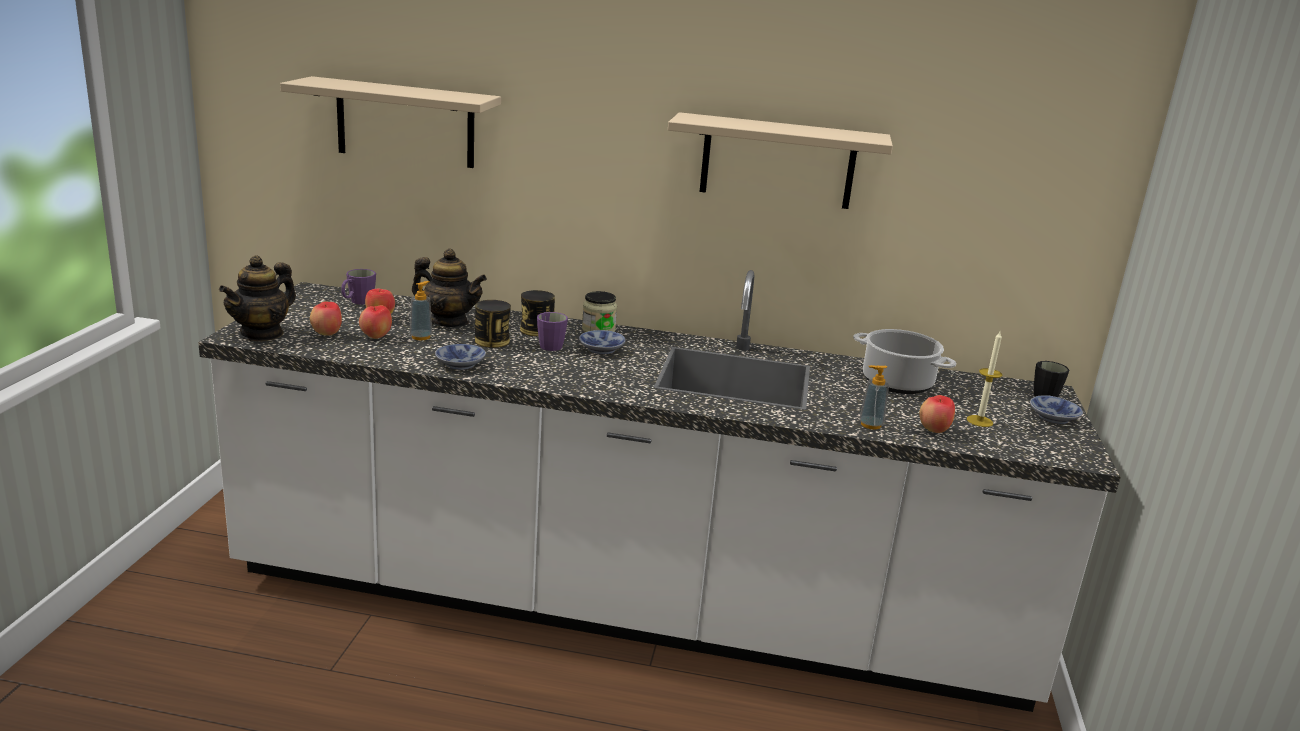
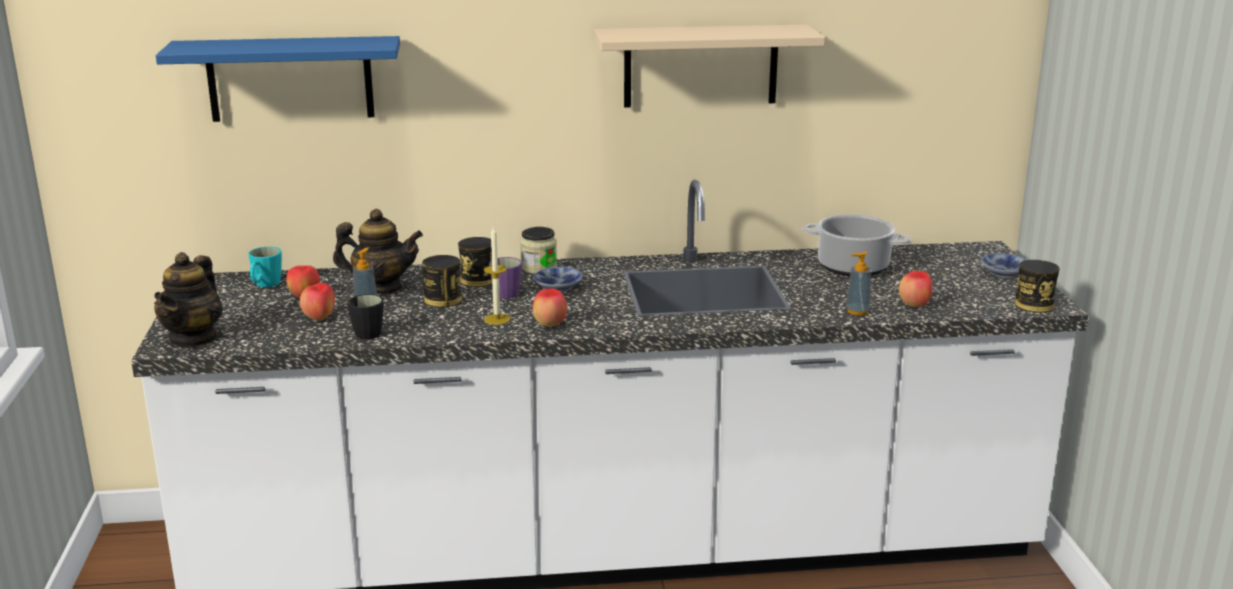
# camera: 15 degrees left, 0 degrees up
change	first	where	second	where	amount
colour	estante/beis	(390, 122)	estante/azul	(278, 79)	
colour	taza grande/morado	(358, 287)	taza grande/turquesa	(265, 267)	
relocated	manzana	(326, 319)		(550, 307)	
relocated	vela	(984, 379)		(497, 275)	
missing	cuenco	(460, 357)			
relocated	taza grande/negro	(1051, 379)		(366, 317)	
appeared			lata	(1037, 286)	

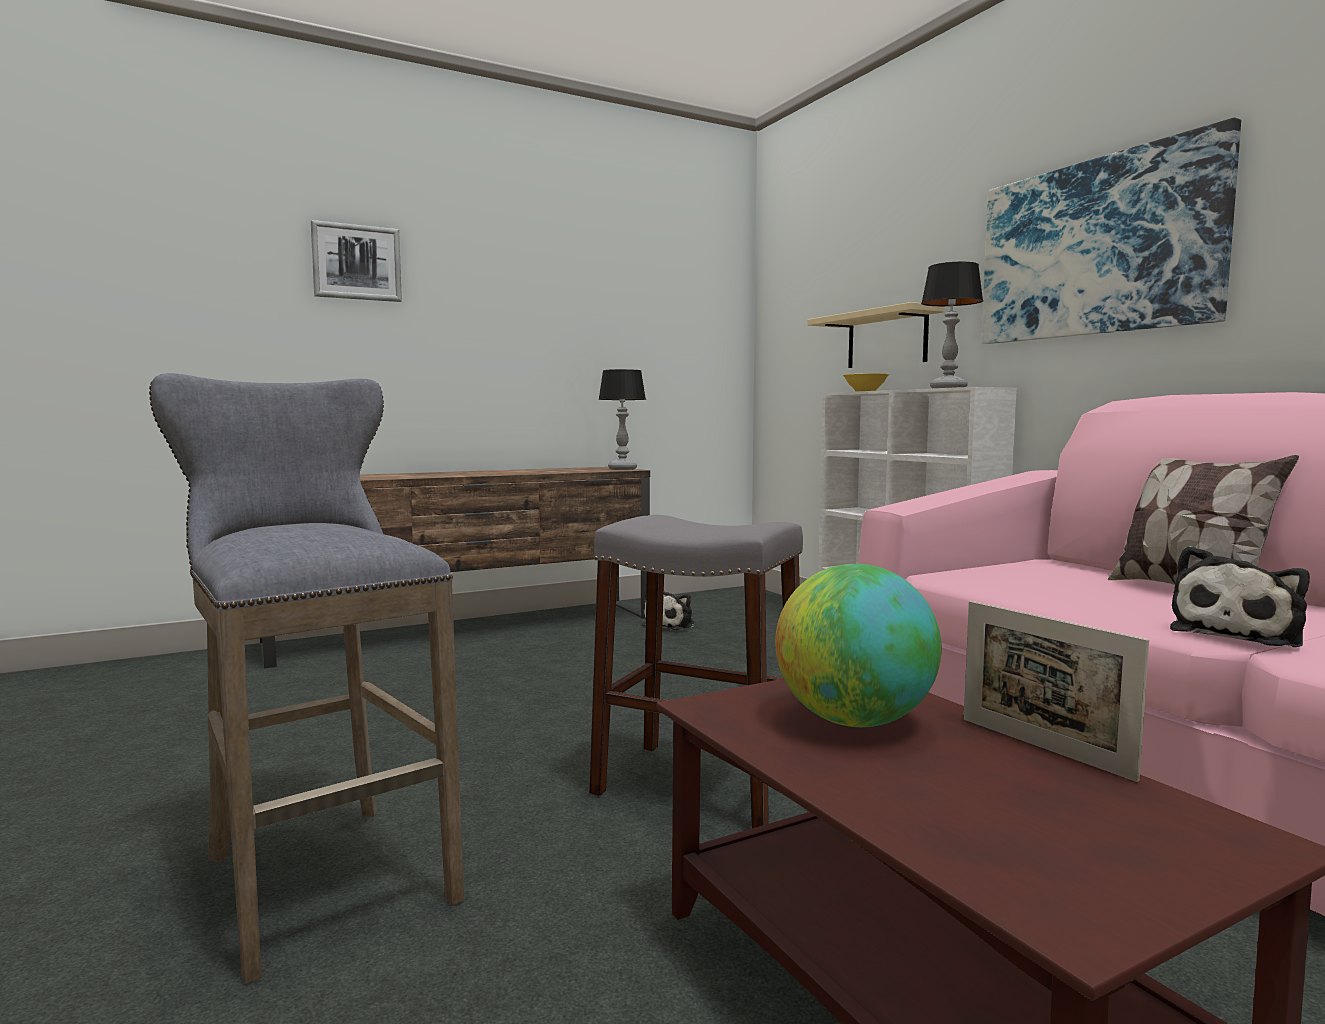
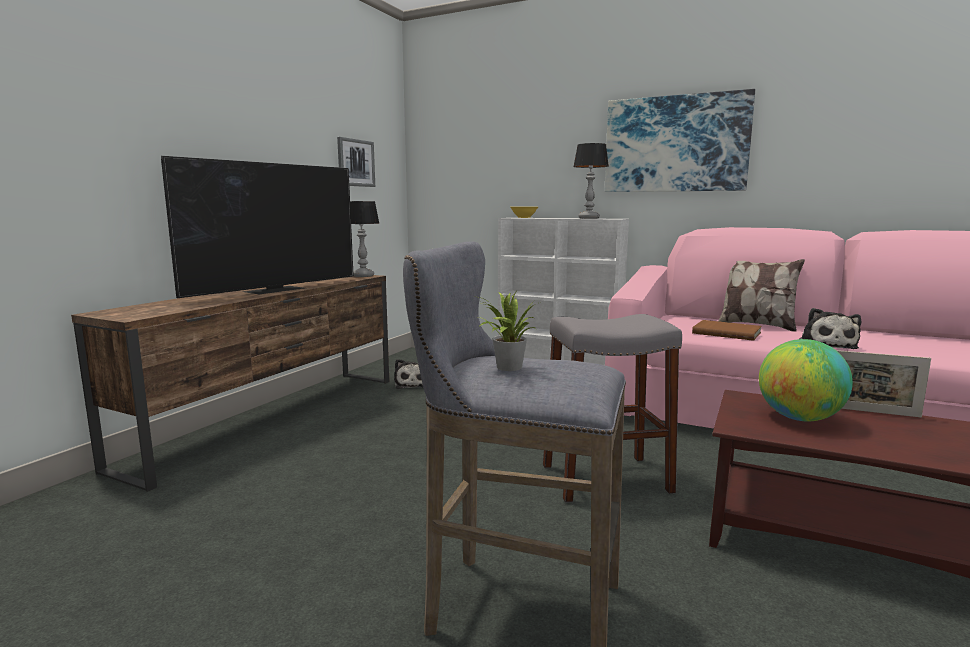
# camera: 35 degrees left, 5 degrees up
change	first	where	second	where	amount
relocated	cuadro	(356, 261)		(356, 162)	
missing	estante/beis	(876, 335)			
appeared			televisor	(257, 227)	
appeared			planta en maceta	(509, 331)	
appeared			libro/marrón	(727, 330)	

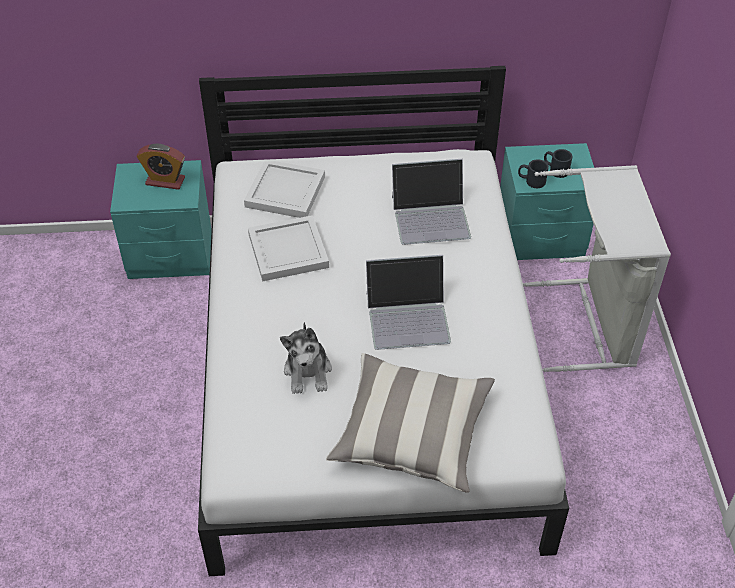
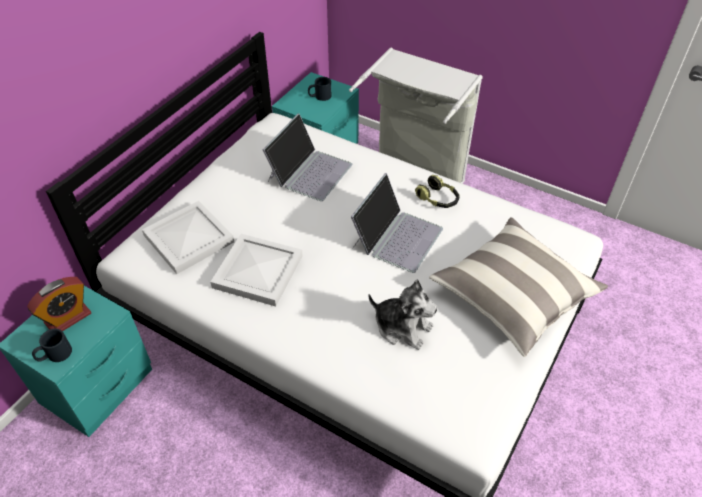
# camera: 55 degrees left, 0 degrees up
change	first	where	second	where	amount
relocated	taza grande/negro	(533, 173)		(52, 345)	
appeared			auriculares	(437, 191)	

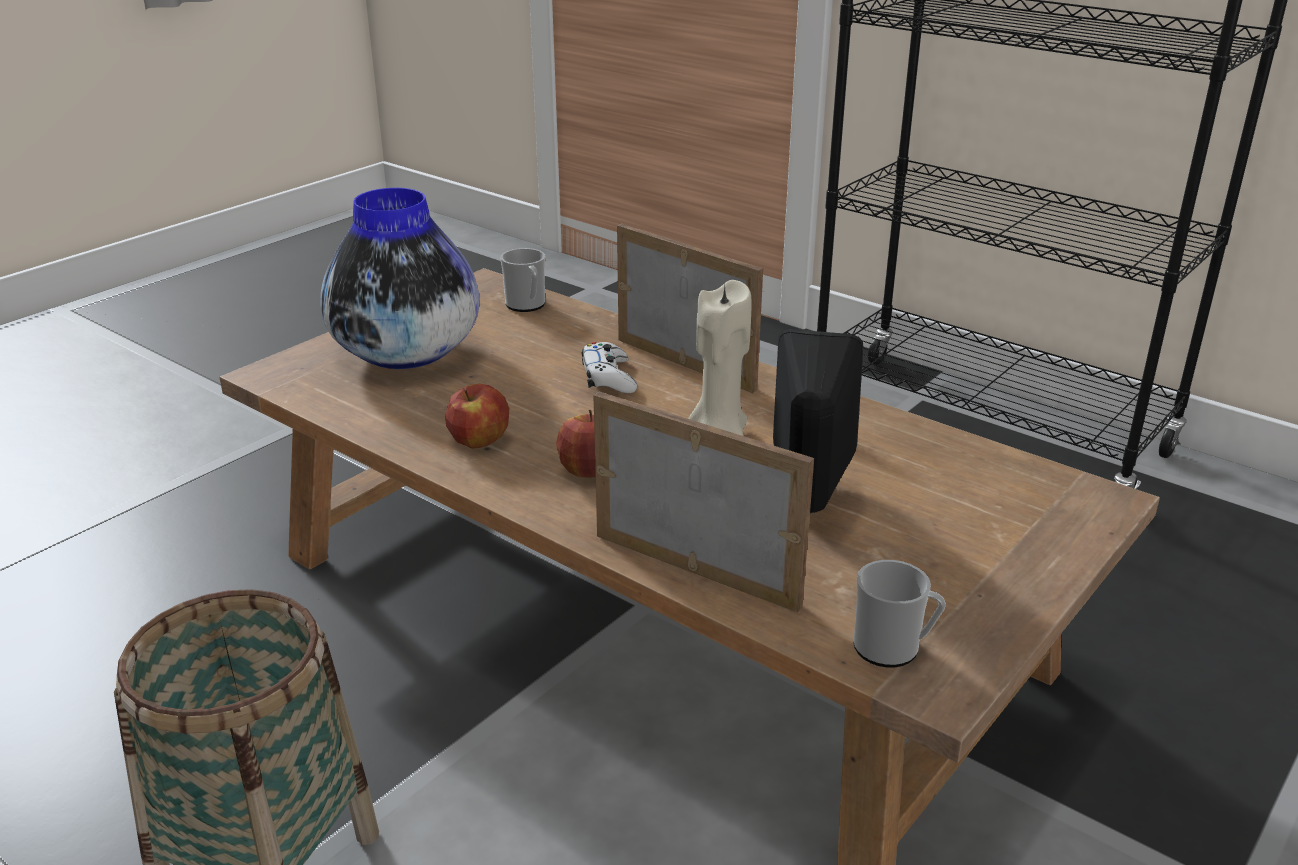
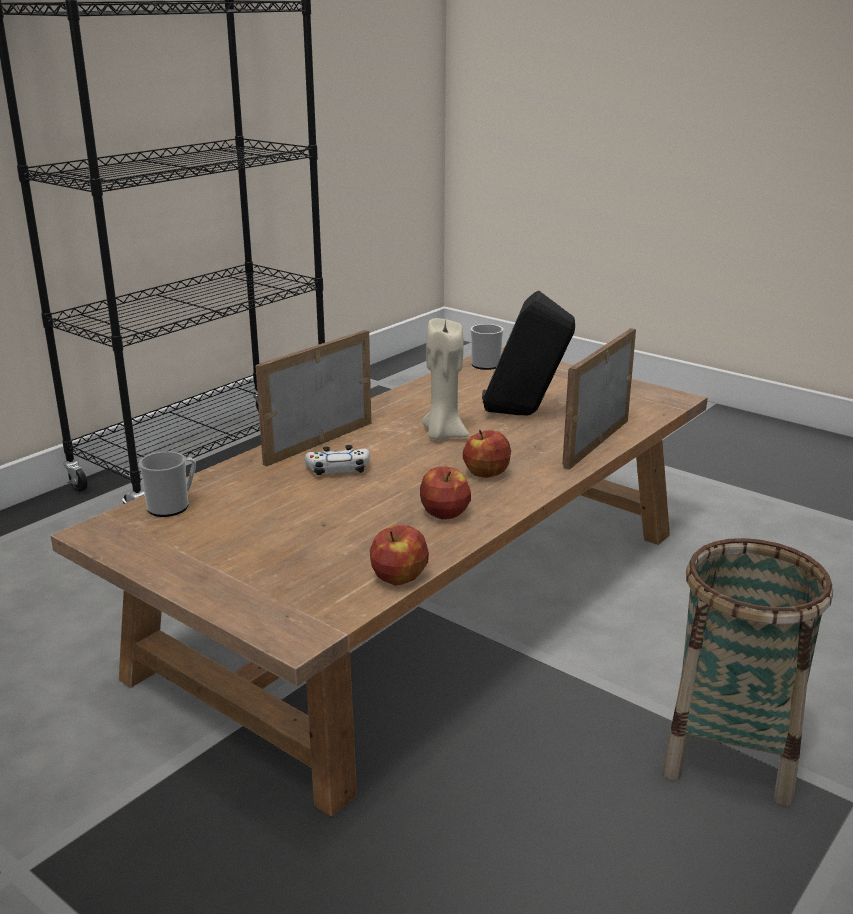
# camera: 90 degrees left, 5 degrees down
change	first	where	second	where	amount
missing	florero	(400, 278)			
relocated	taza grande	(899, 614)		(487, 347)	
appeared			manzana	(399, 555)	

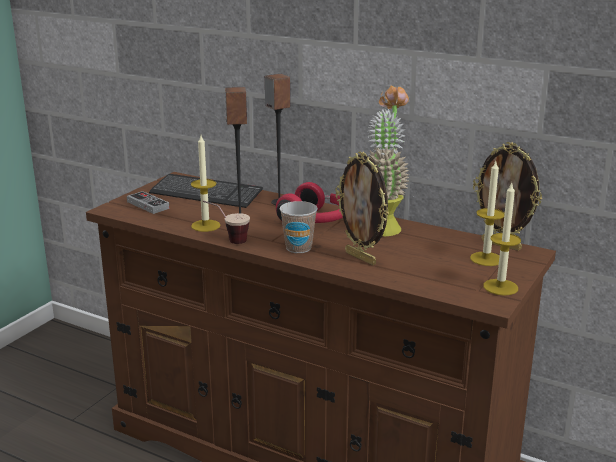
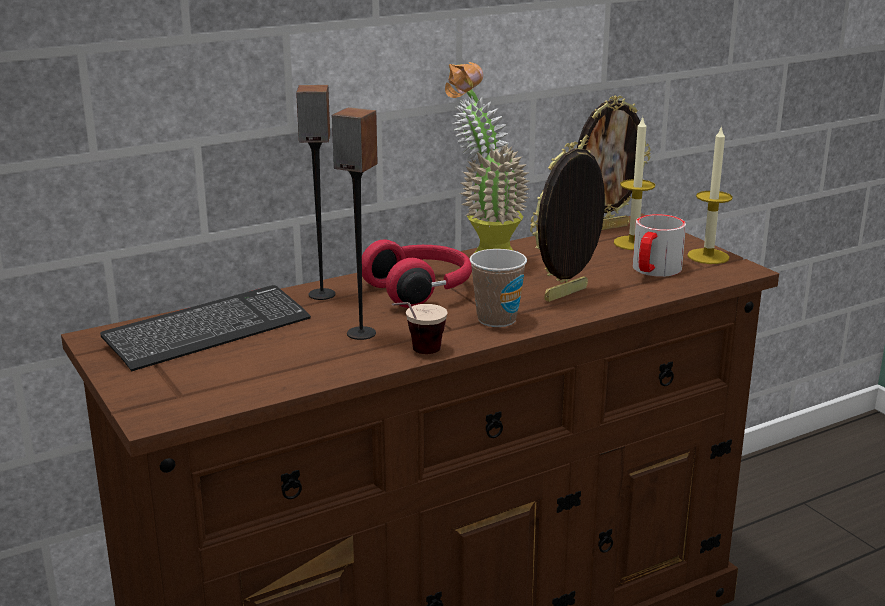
# camera: 60 degrees left, 0 degrees up
change	first	where	second	where	amount
missing	vela	(206, 183)			
spun	portarretratos	(362, 208)		(568, 222)	150 degrees clockwise
missing	mando de consola	(148, 202)			
appeared			taza grande	(659, 245)	

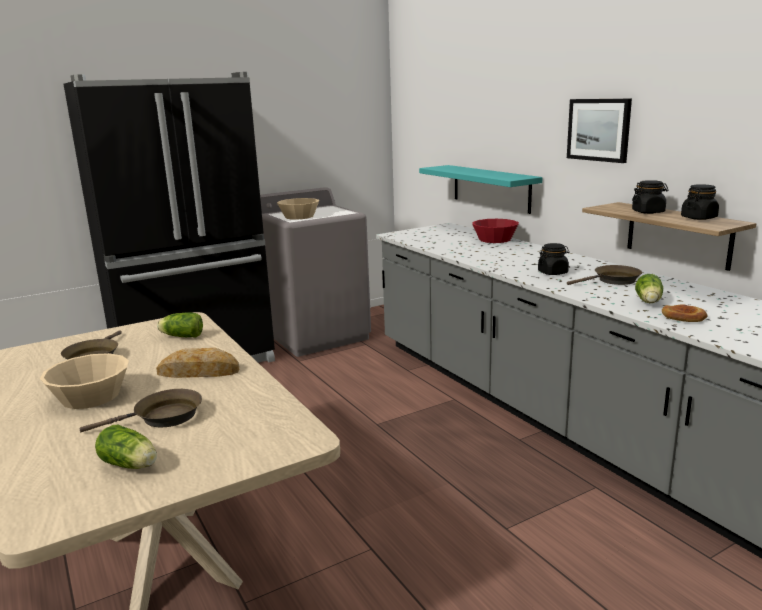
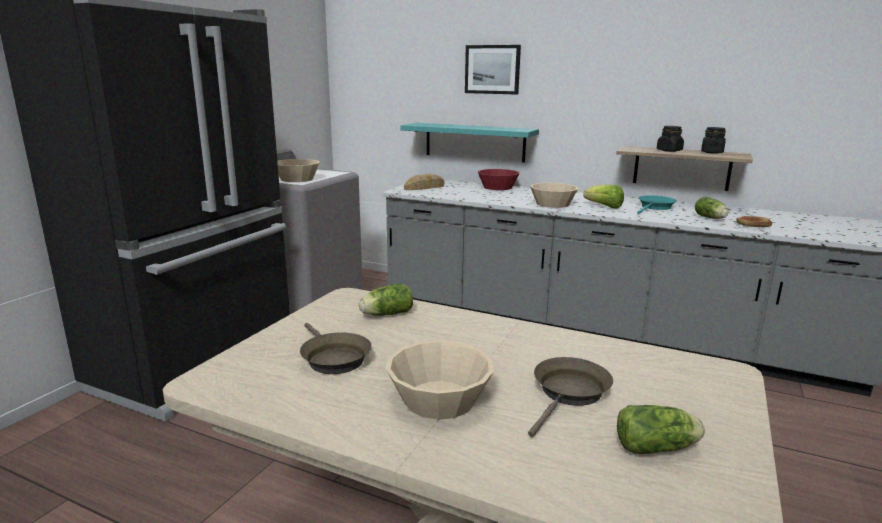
# camera: 35 degrees left, 0 degrees up
change	first	where	second	where	amount
relocated	cuadro	(599, 131)		(493, 70)	
exchanged	tarro/negro	(553, 259)	lechuga	(603, 197)	
colour	sartén/marrón	(604, 275)	sartén/turquesa	(657, 204)	
relocated	pan	(198, 363)		(424, 182)	
appeared			cuenco/beis	(554, 195)	

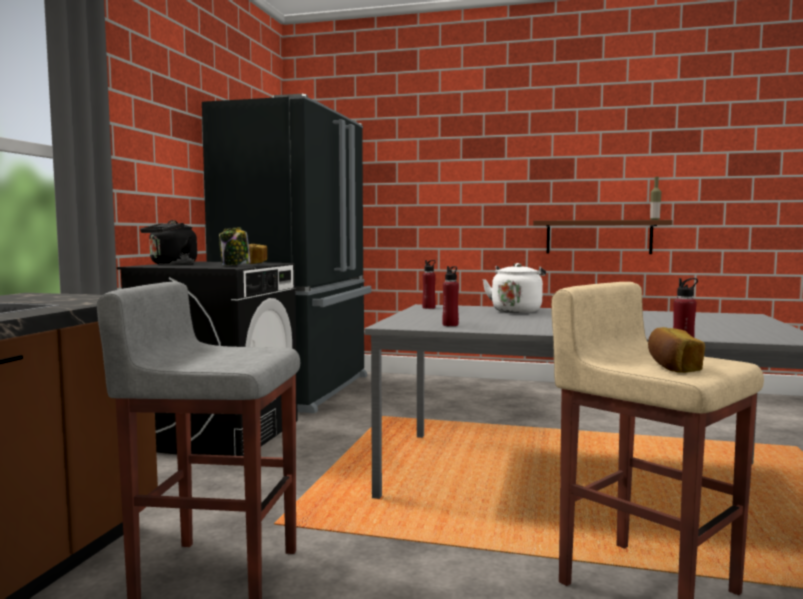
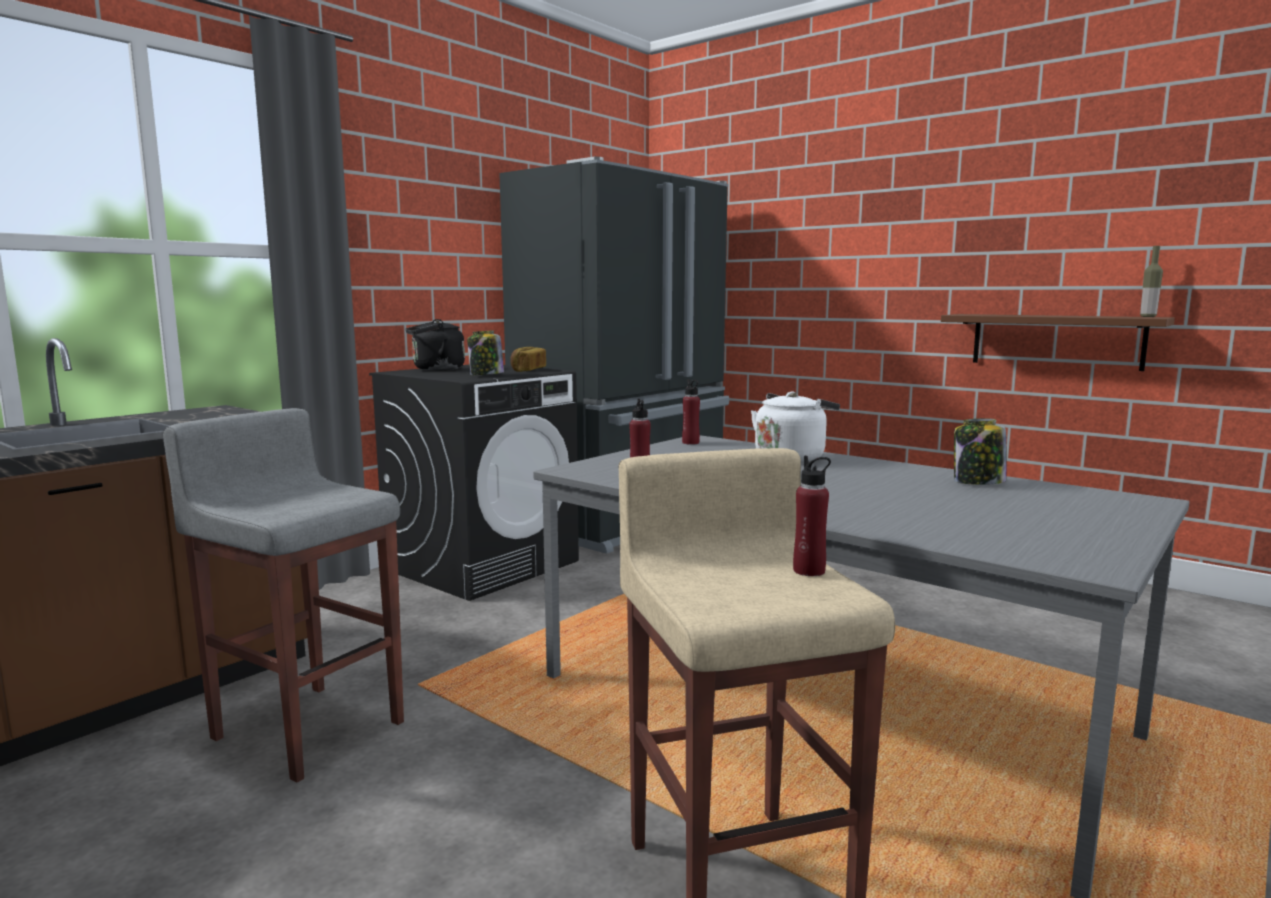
# camera: 25 degrees right, 5 degrees up
change	first	where	second	where	amount
missing	pan	(676, 350)			
appeared			tarro	(980, 451)	

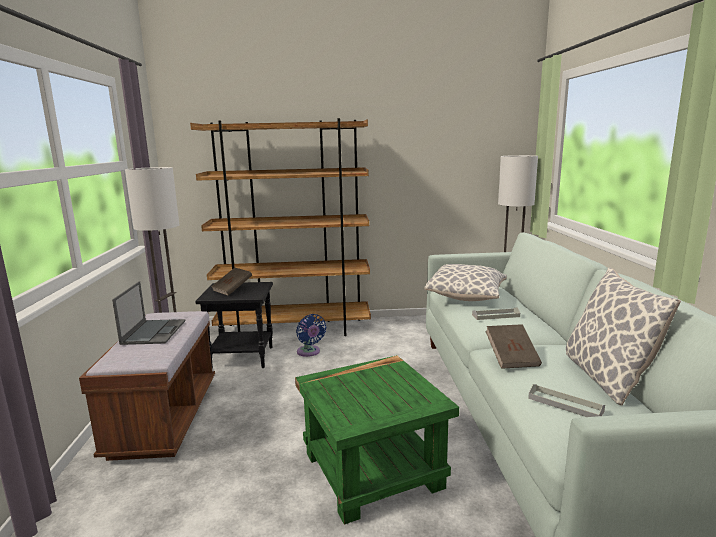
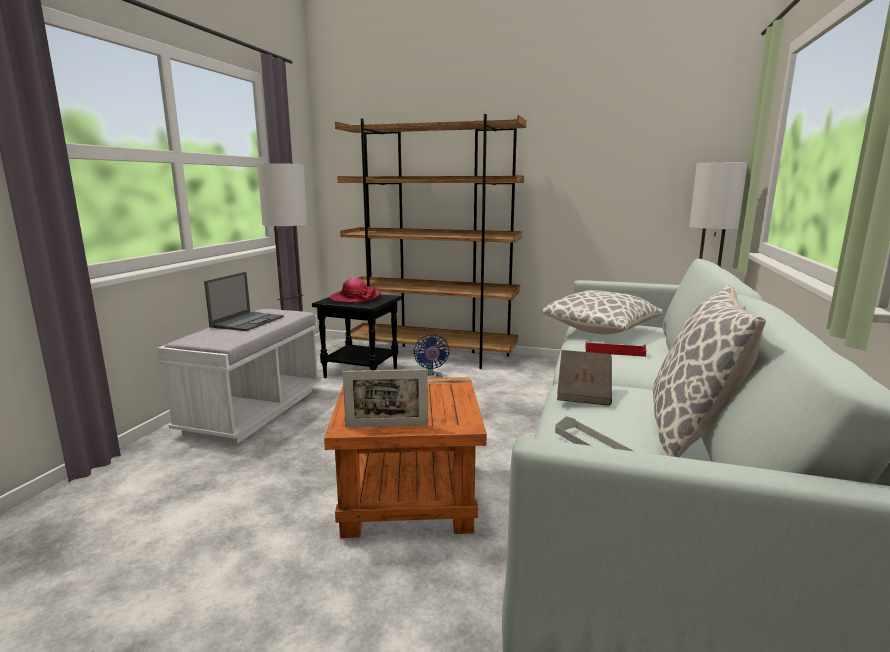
# camera: 20 degrees right, 0 degrees up
change	first	where	second	where	amount
exchanged	libro/marrón	(231, 282)	sombrero	(355, 290)	
colour	bandeja/gris	(496, 313)	bandeja/rojo	(615, 349)	
colour	banco/marrón	(147, 386)	banco/blanco	(239, 376)	
colour	mesa auxiliar/verde	(377, 440)	mesa auxiliar/naranja	(405, 457)	
appeared			portarretratos	(385, 398)	

